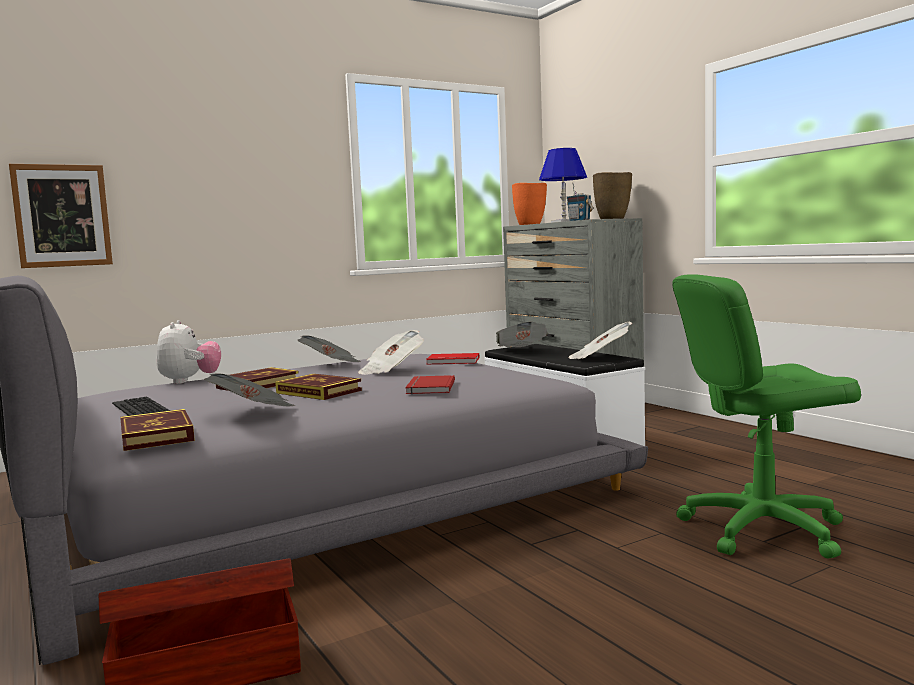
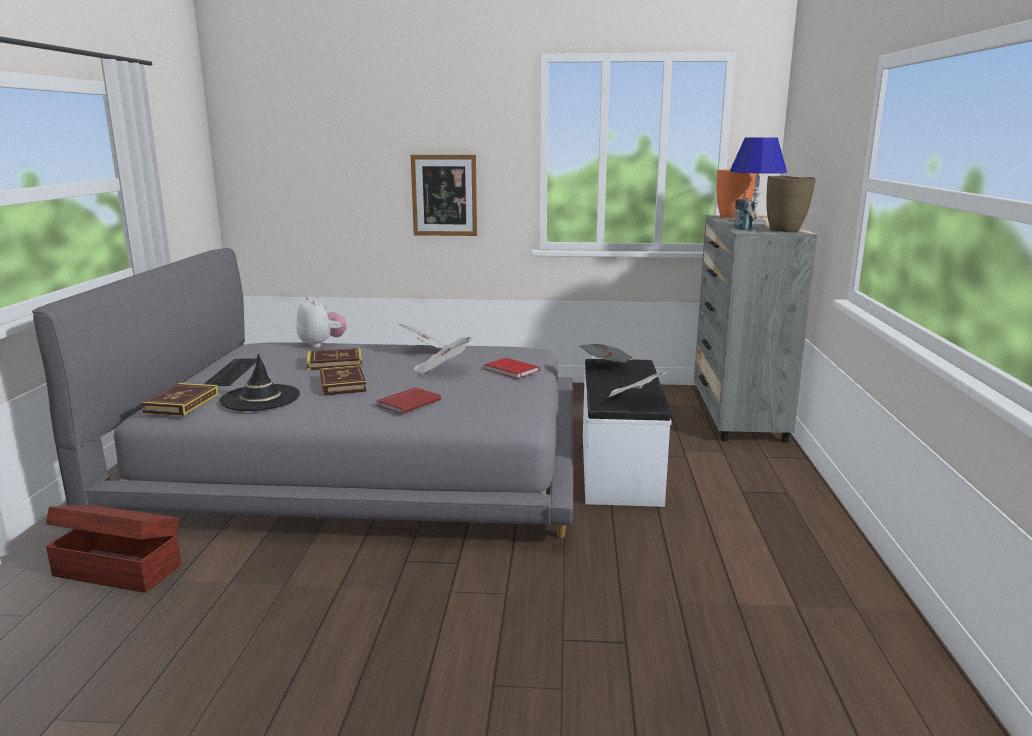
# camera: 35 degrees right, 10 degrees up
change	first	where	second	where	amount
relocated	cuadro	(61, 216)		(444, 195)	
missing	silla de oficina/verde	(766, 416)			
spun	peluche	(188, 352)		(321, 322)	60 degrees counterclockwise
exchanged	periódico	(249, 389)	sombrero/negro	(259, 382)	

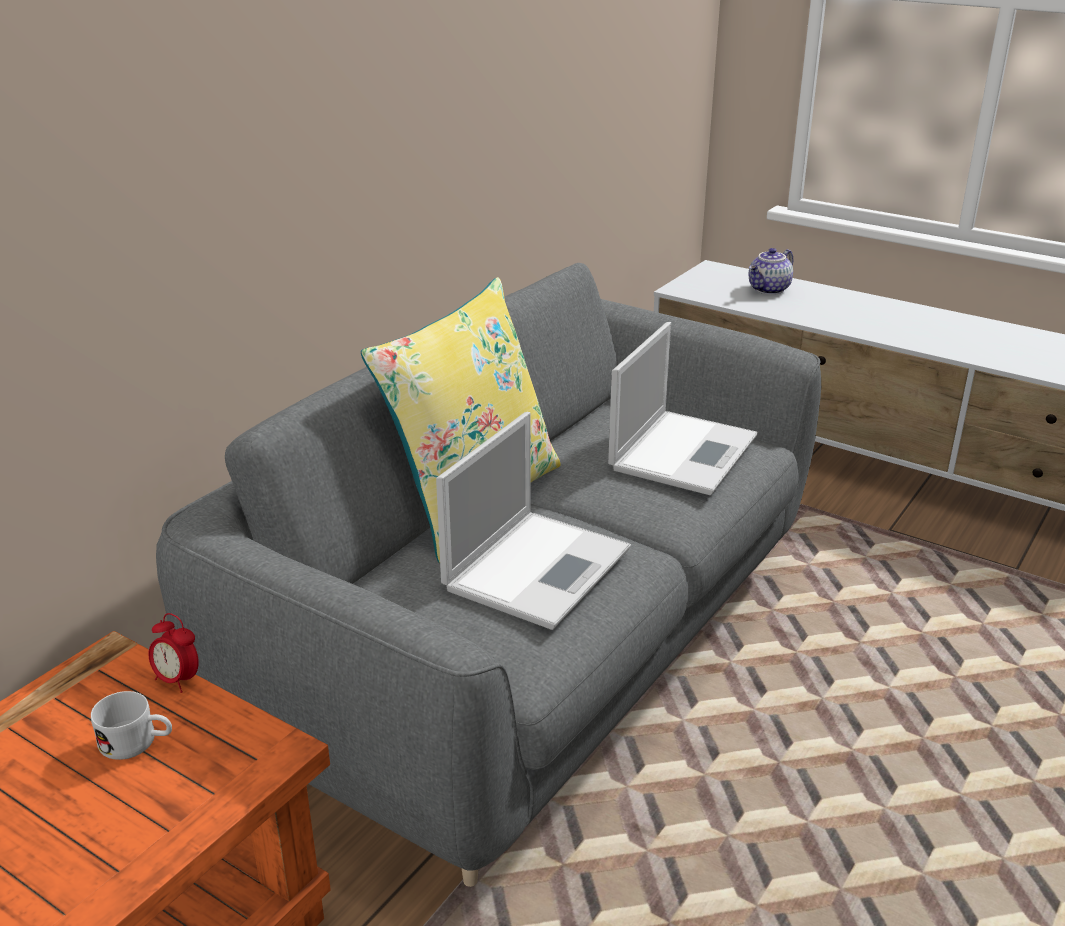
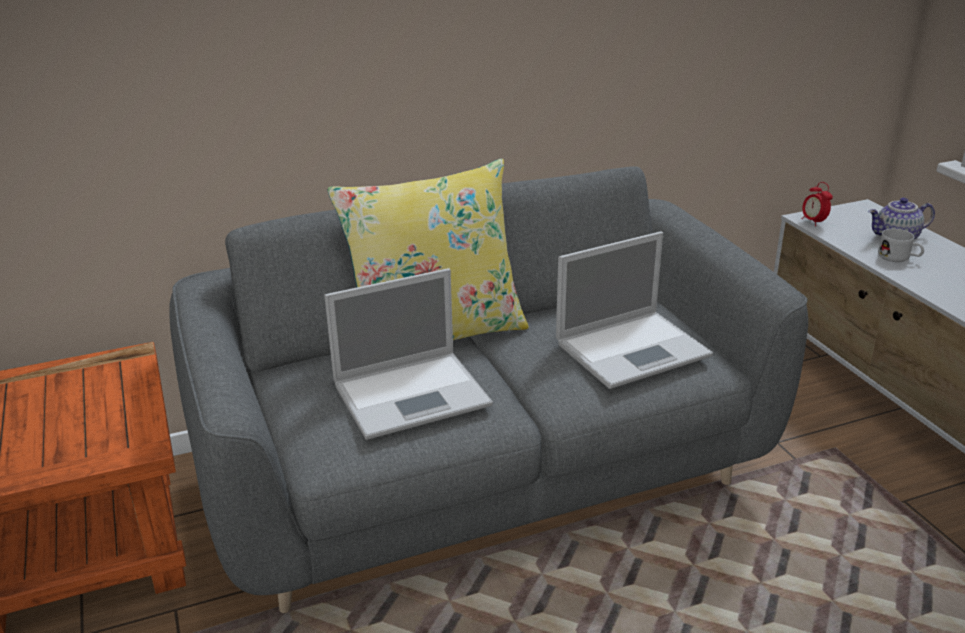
# camera: 35 degrees right, 0 degrees up
change	first	where	second	where	amount
relocated	despertador	(173, 653)		(817, 204)	
relocated	taza grande/blanco	(131, 725)		(901, 245)	

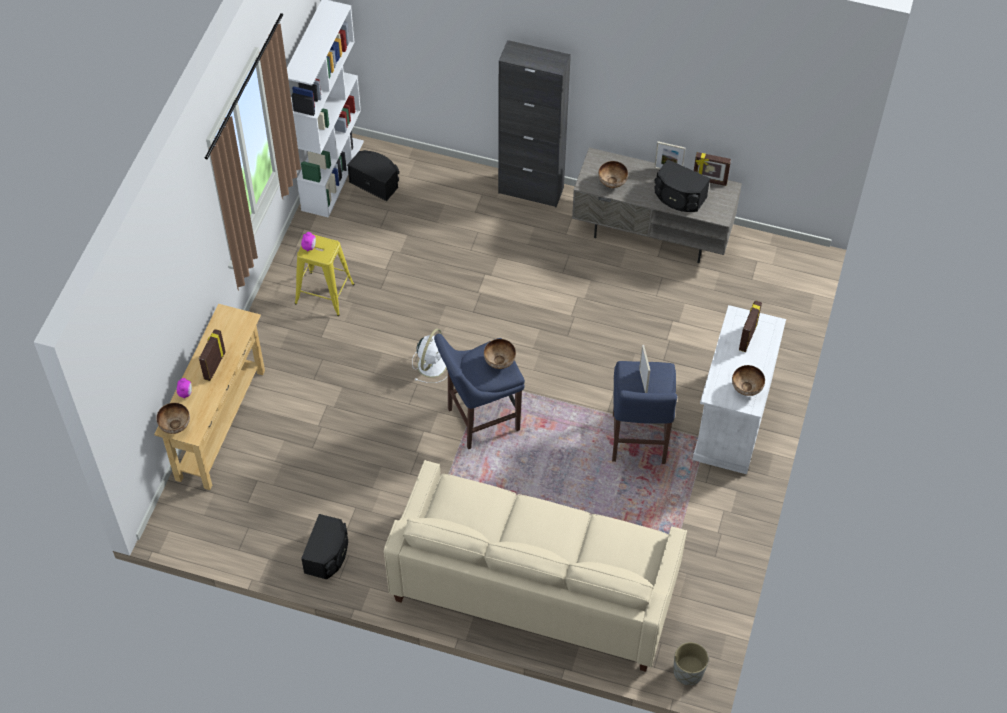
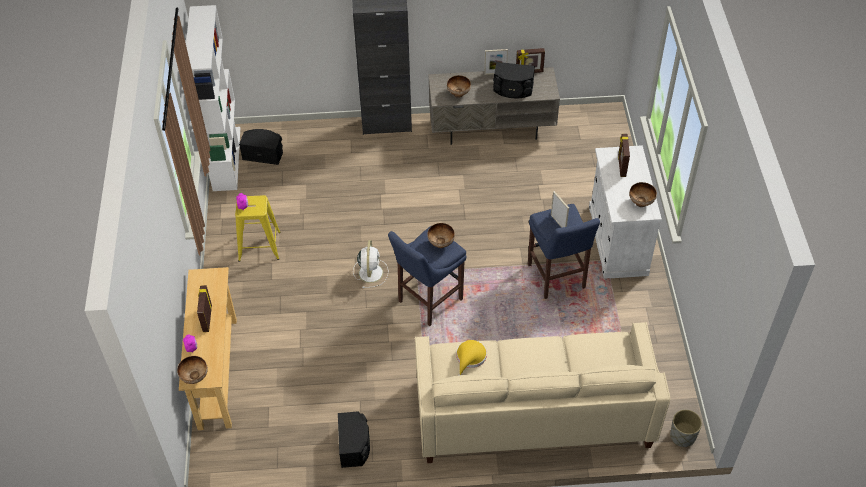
# camera: 20 degrees left, 5 degrees down
change	first	where	second	where	amount
appeared			sombrero/amarillo	(471, 358)	

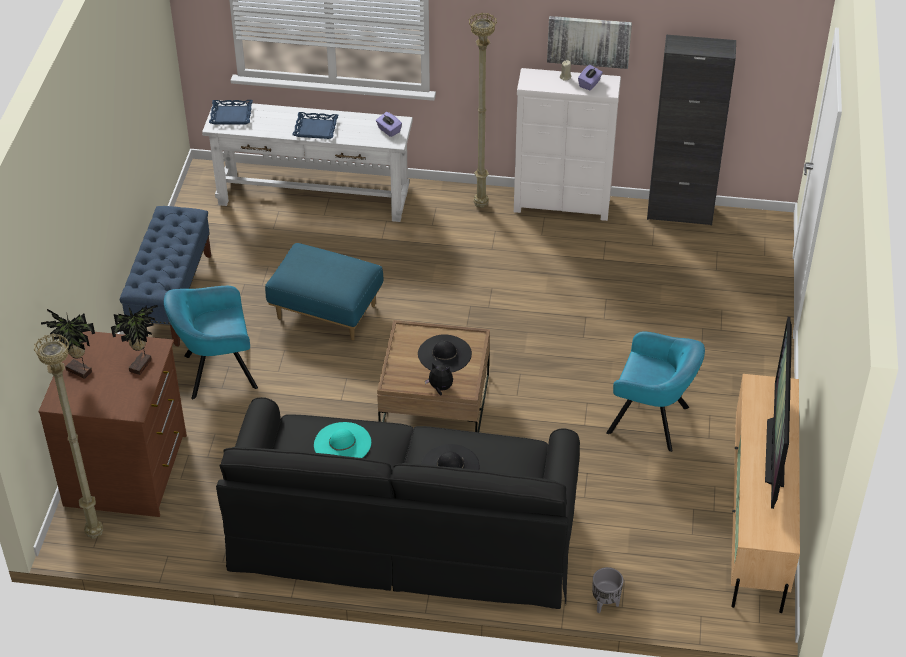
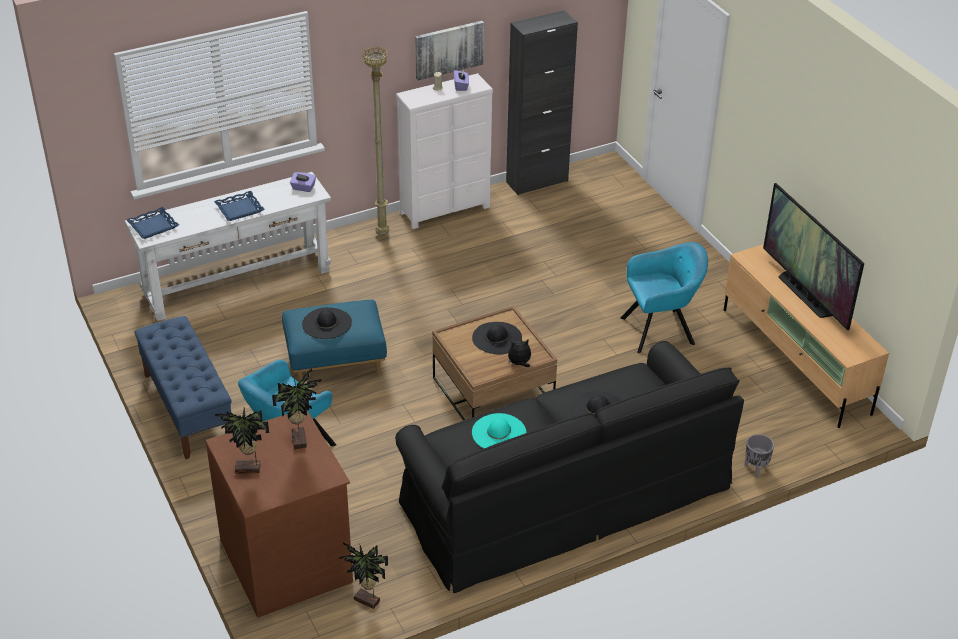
# camera: 35 degrees left, 5 degrees down
change	first	where	second	where	amount
missing	lámpara de pie/beis	(68, 436)			
appeared			sombrero/negro	(327, 323)	
appeared			planta en maceta	(363, 576)	

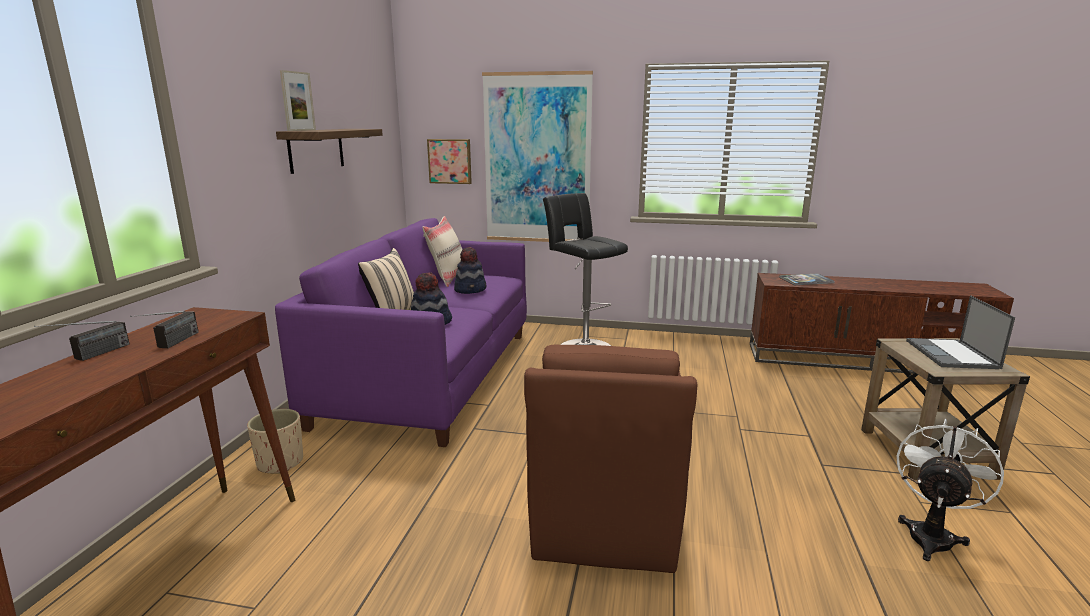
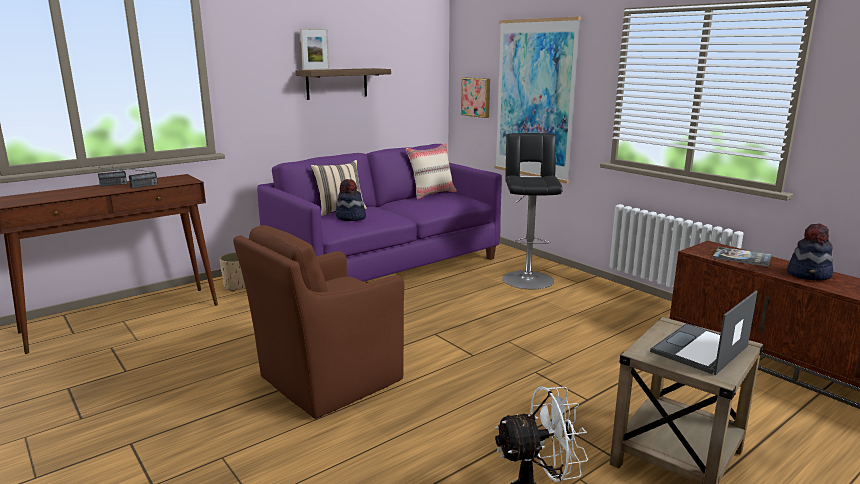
# camera: 40 degrees right, 0 degrees up
change	first	where	second	where	amount
relocated	sombrero	(470, 270)		(810, 252)	

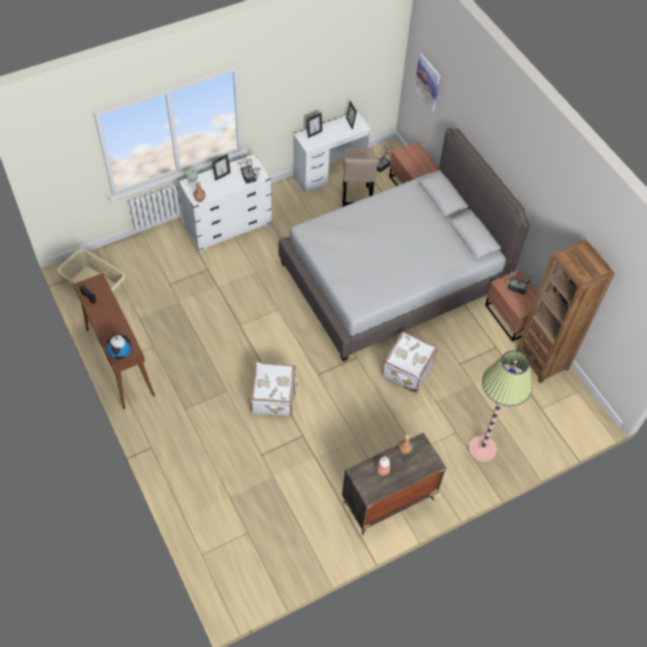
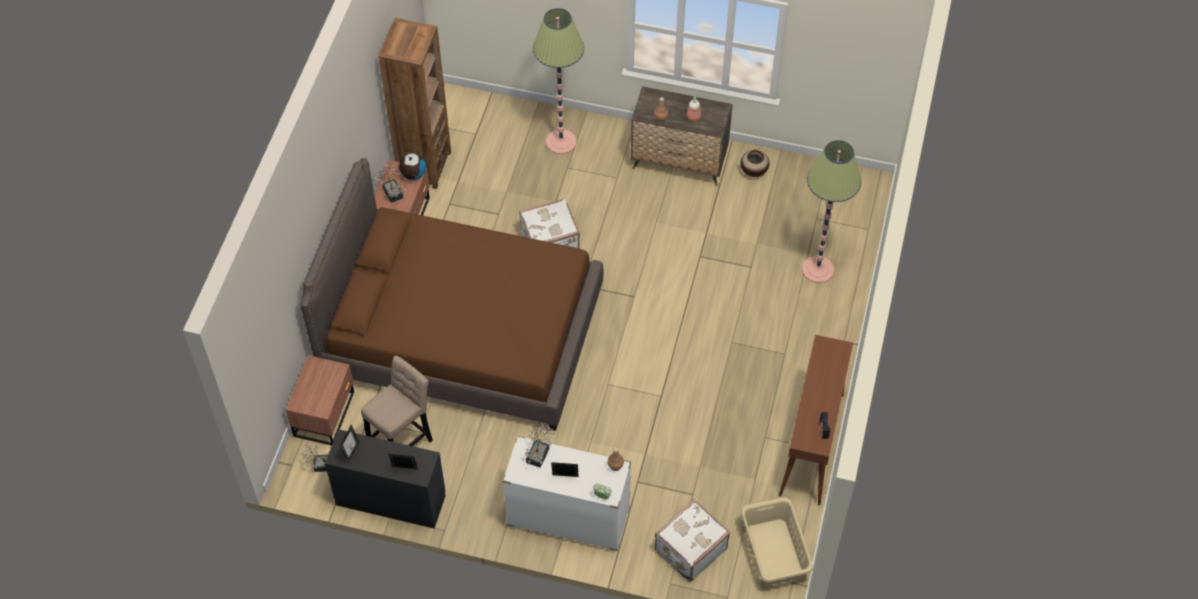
# camera: 135 degrees left, 0 degrees up
change	first	where	second	where	amount
missing	cuadro	(427, 82)			
colour	escritorio/blanco	(332, 152)	escritorio/negro	(385, 478)	
colour	cama/gris	(404, 245)	cama/marrón	(451, 294)	
relocated	globo terráqueo	(119, 346)		(412, 166)	
relocated	maleta/blanco	(274, 389)		(692, 540)	
appeared			lámpara de pie	(831, 211)	
appeared			florero	(755, 163)	

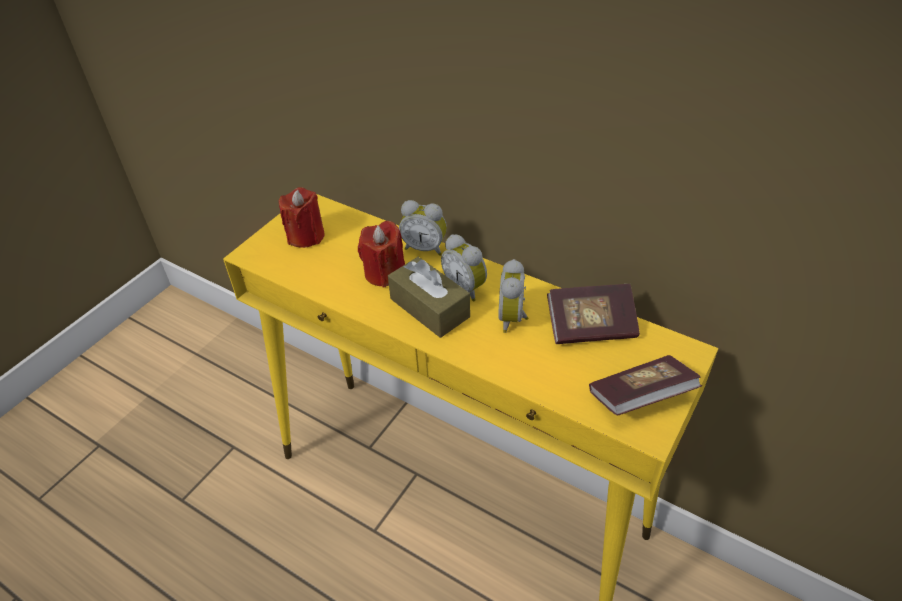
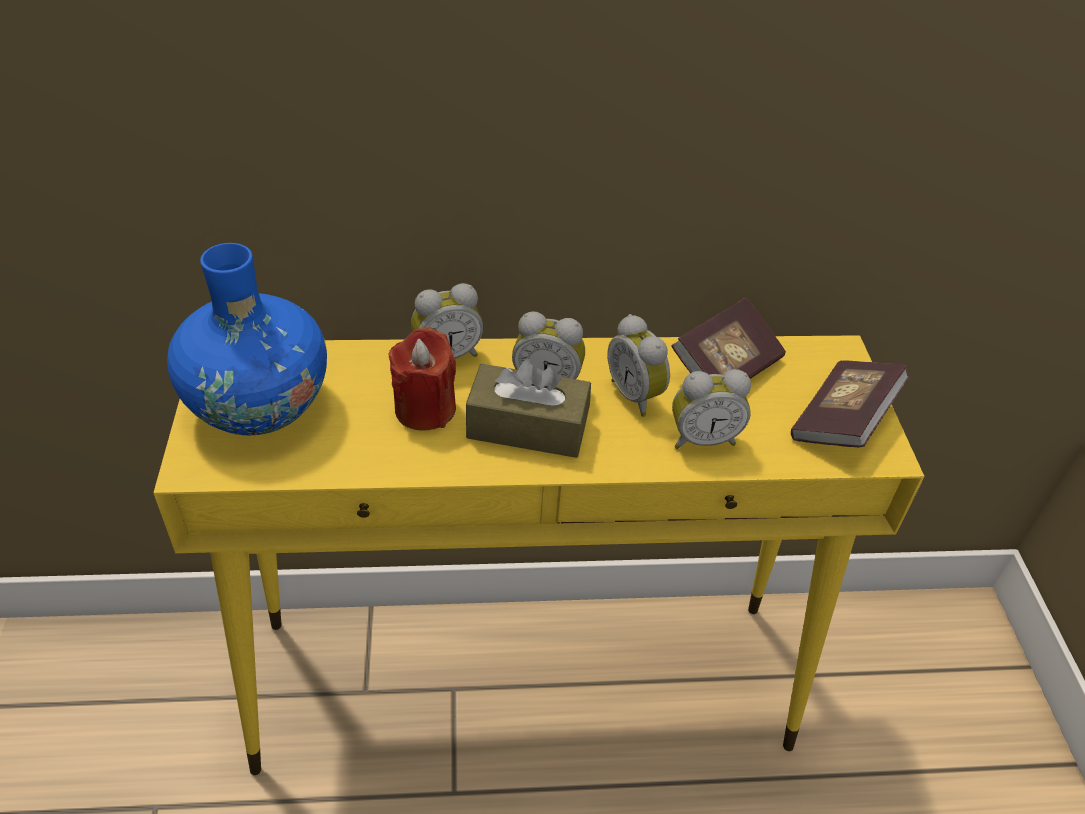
# camera: 40 degrees left, 0 degrees up
change	first	where	second	where	amount
exchanged	vela/rojo	(302, 217)	florero/azul	(247, 339)	
appeared			despertador	(711, 409)	

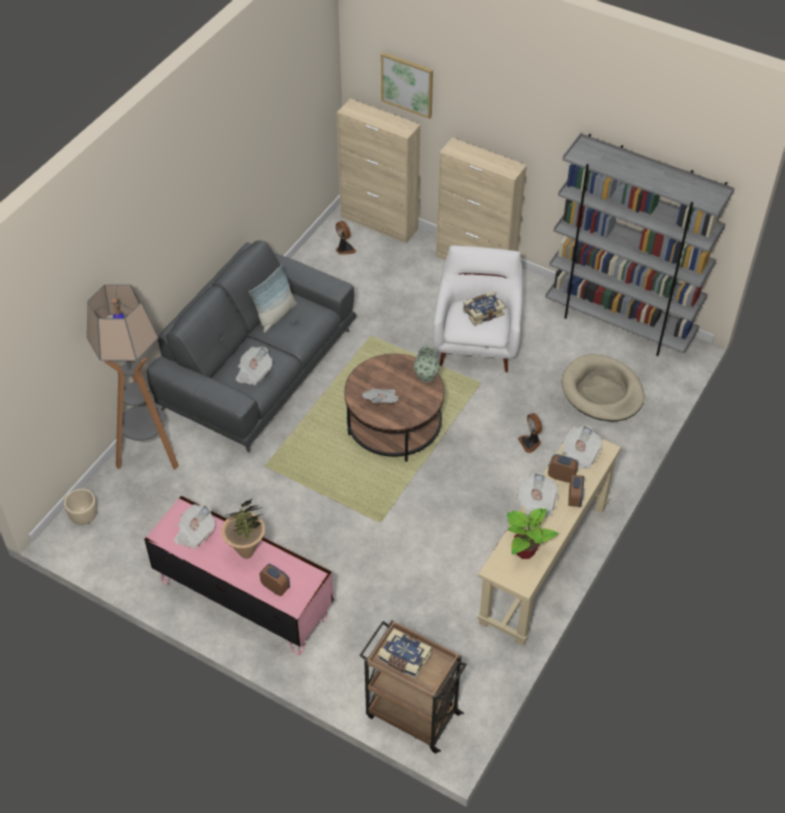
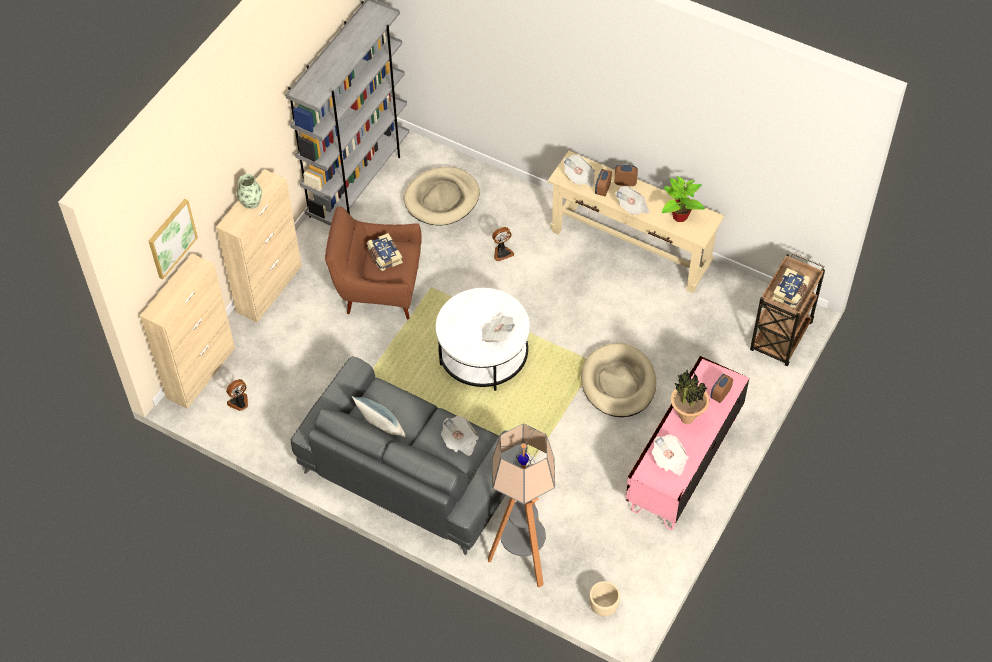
# camera: 90 degrees left, 5 degrees up
change	first	where	second	where	amount
colour	sillón/blanco	(477, 308)	sillón/marrón	(373, 263)	
relocated	florero	(427, 364)		(249, 191)	
colour	mesa de centro/marrón	(394, 408)	mesa de centro/blanco	(483, 339)	
appeared			cama para perro/beis	(618, 380)	

